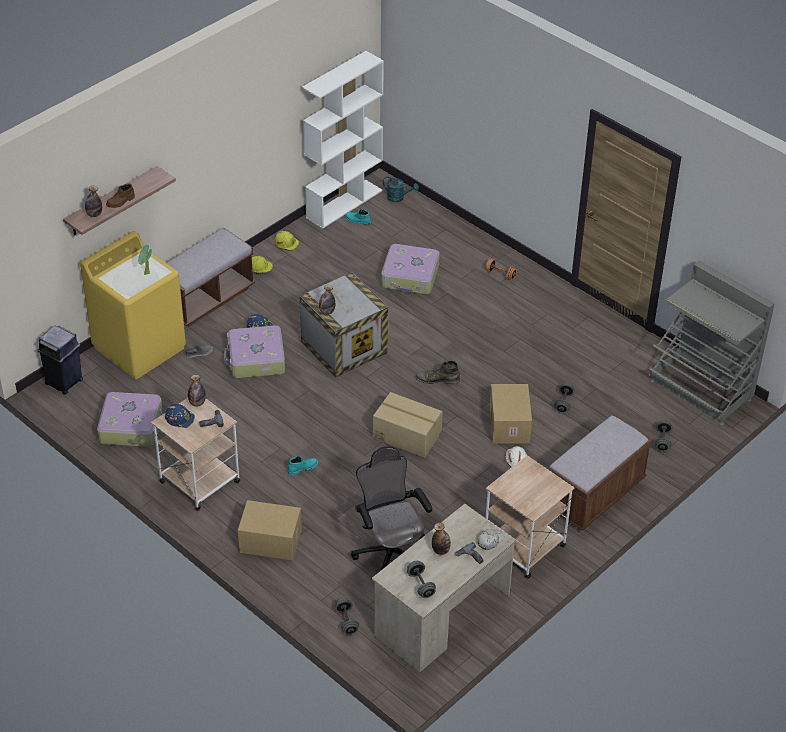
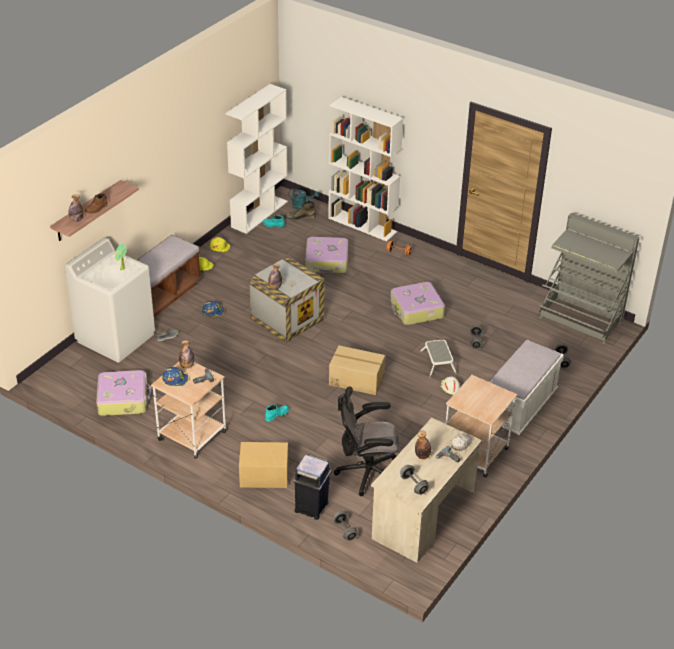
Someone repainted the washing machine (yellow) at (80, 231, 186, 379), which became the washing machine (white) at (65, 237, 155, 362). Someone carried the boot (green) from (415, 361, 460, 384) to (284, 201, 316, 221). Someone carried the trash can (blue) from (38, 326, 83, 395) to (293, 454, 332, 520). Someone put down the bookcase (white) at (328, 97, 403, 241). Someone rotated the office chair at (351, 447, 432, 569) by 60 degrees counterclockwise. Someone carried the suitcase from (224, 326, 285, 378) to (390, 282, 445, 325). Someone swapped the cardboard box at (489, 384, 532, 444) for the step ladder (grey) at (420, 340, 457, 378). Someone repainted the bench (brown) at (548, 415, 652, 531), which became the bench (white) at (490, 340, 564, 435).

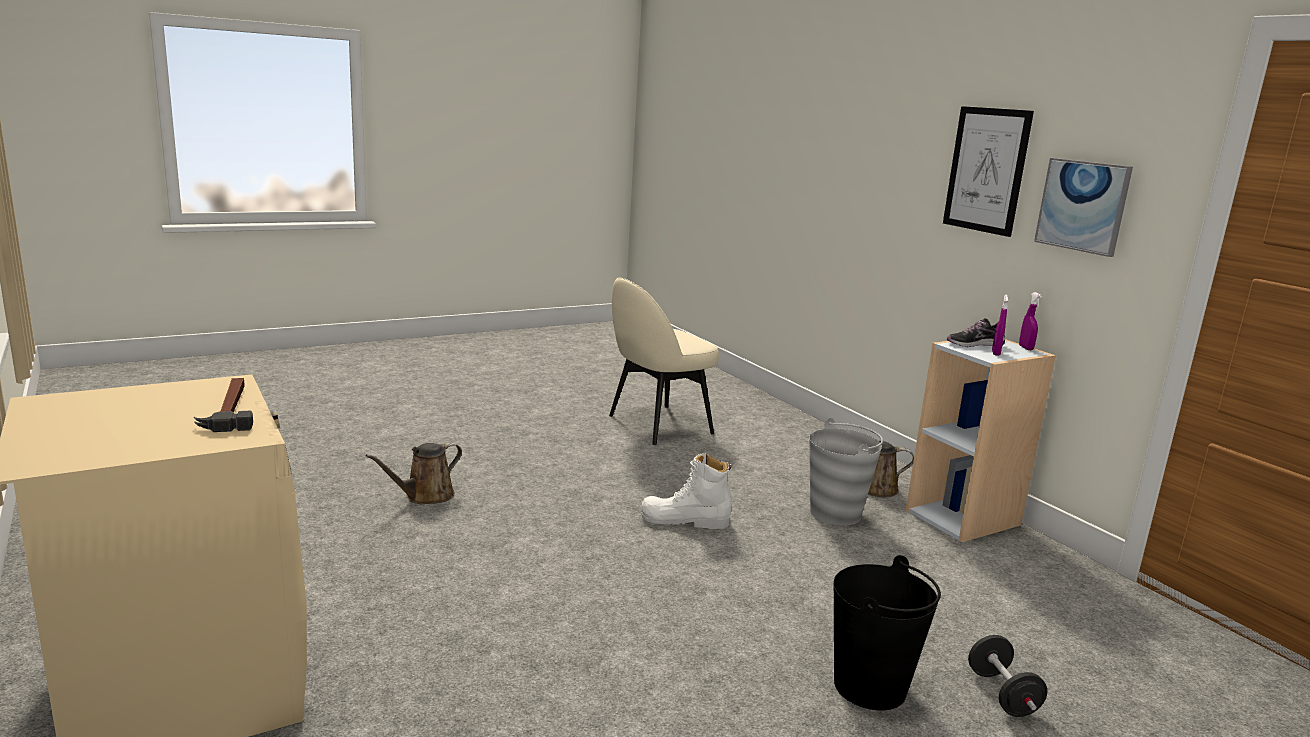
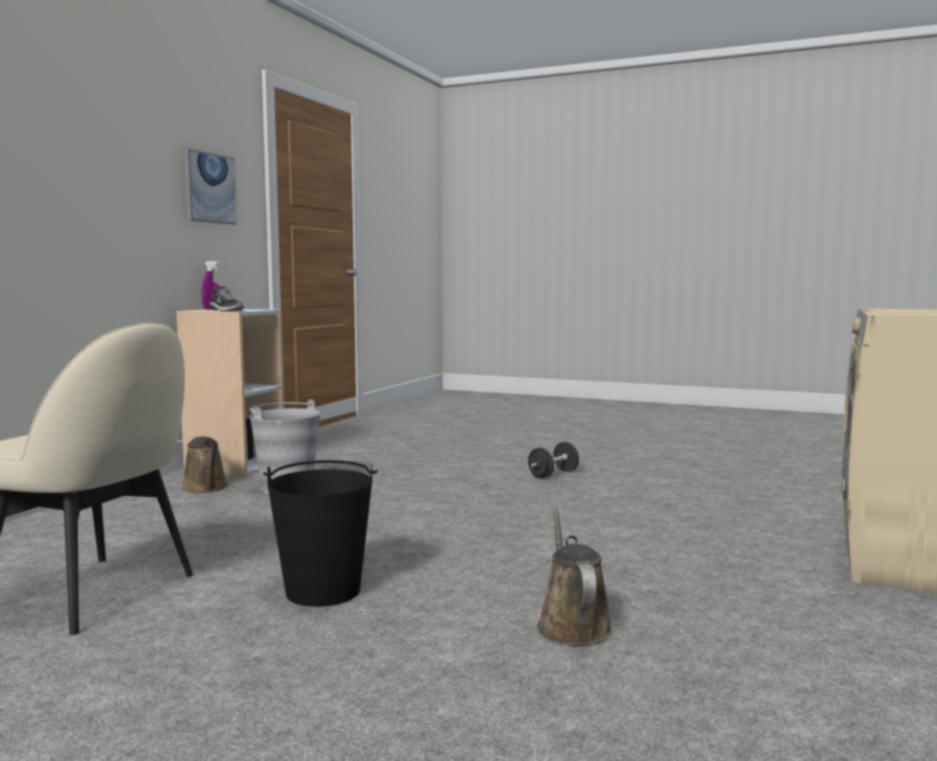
Someone carried the bucket (black) from (834, 555, 941, 711) to (263, 460, 378, 607). Someone carried the dumbbell (black) from (968, 635, 1047, 717) to (528, 442, 579, 479). Someone rotated the watering can (brown) at (366, 442, 462, 504) by 105 degrees counterclockwise. Someone took away the hammer at (194, 378, 253, 432). Someone took away the boot (white) at (641, 453, 732, 529). Someone took away the picture at (943, 106, 1034, 237). Someone took away the spray bottle (purple) at (992, 295, 1008, 356).

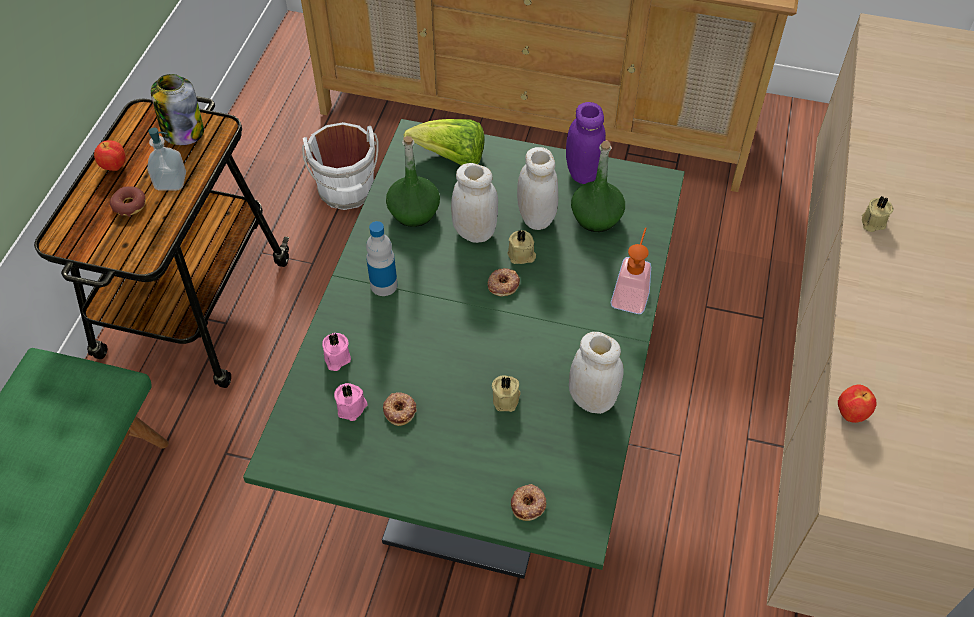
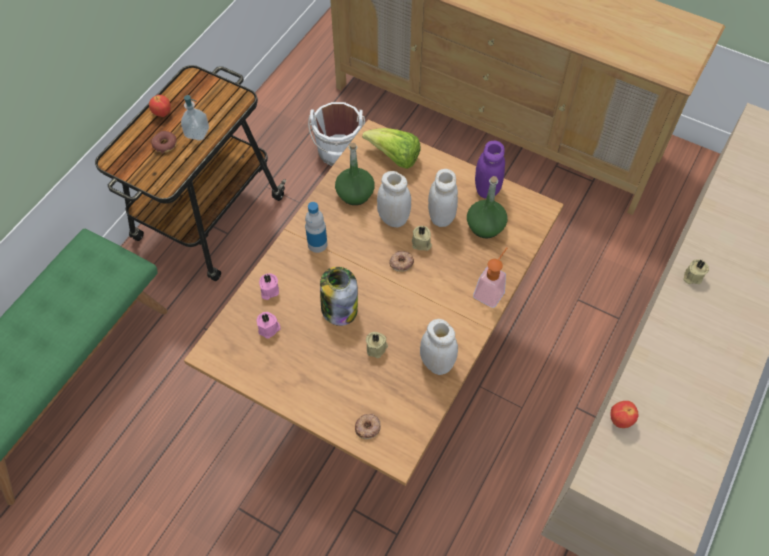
Someone repainted the dining table (green) at (243, 119, 685, 579), which became the dining table (brown) at (184, 120, 564, 486). Someone carried the jar from (151, 74, 204, 145) to (320, 267, 358, 326). Someone took away the donut at (383, 392, 417, 426).

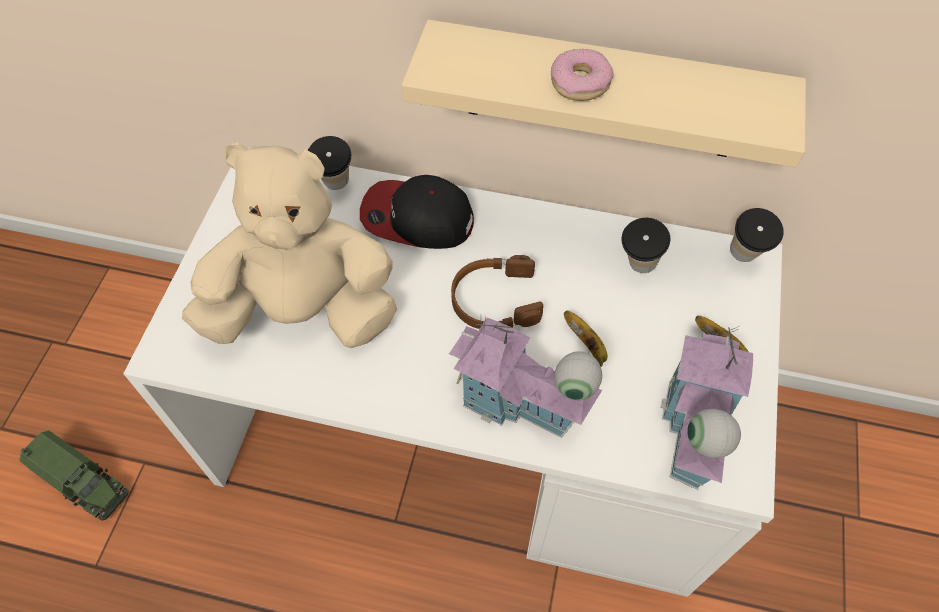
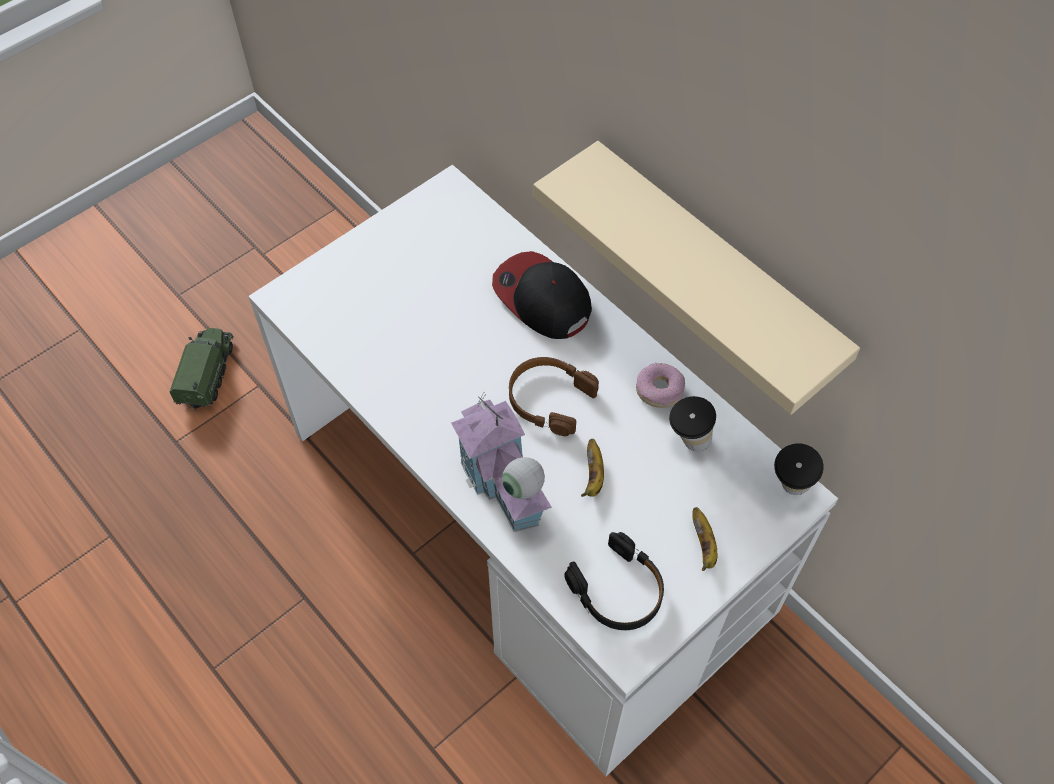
Someone rotated the toy truck at (19, 431, 129, 521) by 150 degrees counterclockwise. Someone swapped the toy house at (660, 326, 753, 490) for the headphones (black) at (564, 532, 664, 630). Someone carried the donut from (551, 49, 614, 101) to (636, 363, 685, 408). Someone took away the plush toy (beige) at (182, 142, 397, 348). Someone took away the cup at (308, 136, 351, 190).

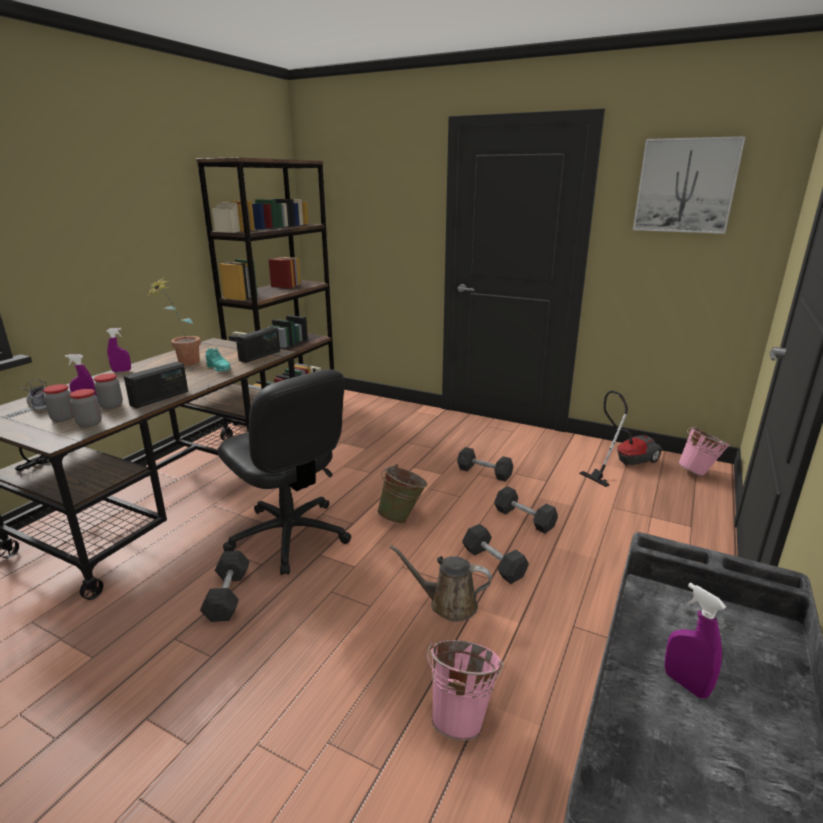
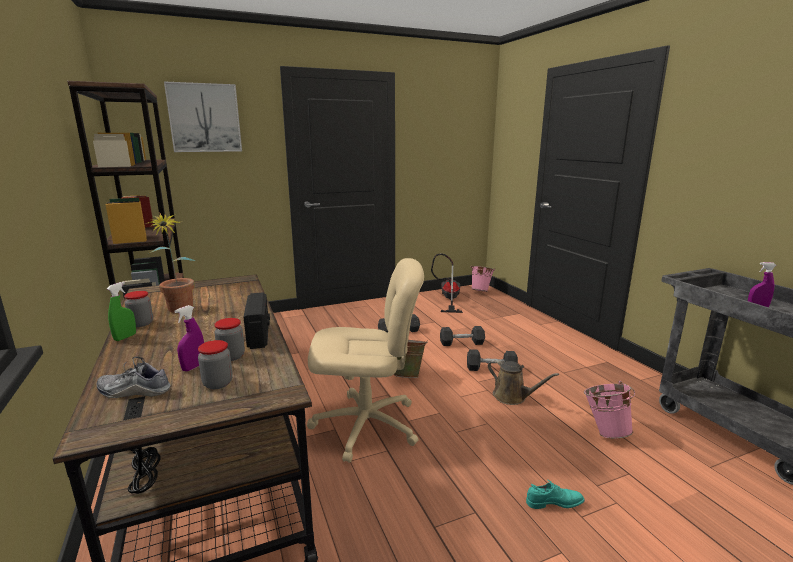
Someone repainted the spray bottle (purple) at (107, 328, 131, 372), which became the spray bottle (green) at (107, 282, 136, 341). Someone carried the jar from (70, 389, 102, 427) to (124, 291, 153, 327). Someone carried the picture from (633, 136, 746, 234) to (164, 82, 242, 152). Someone repainted the office chair (black) at (218, 369, 351, 575), which became the office chair (beige) at (307, 258, 424, 463). Someone rotated the watering can (brown) at (389, 545, 492, 622) by 105 degrees counterclockwise. Someone carried the shoe (turquoise) from (206, 347, 231, 371) to (526, 480, 585, 509). Someone took away the dumbbell (grey) at (200, 551, 250, 622). Someone took away the radio at (236, 327, 280, 363).

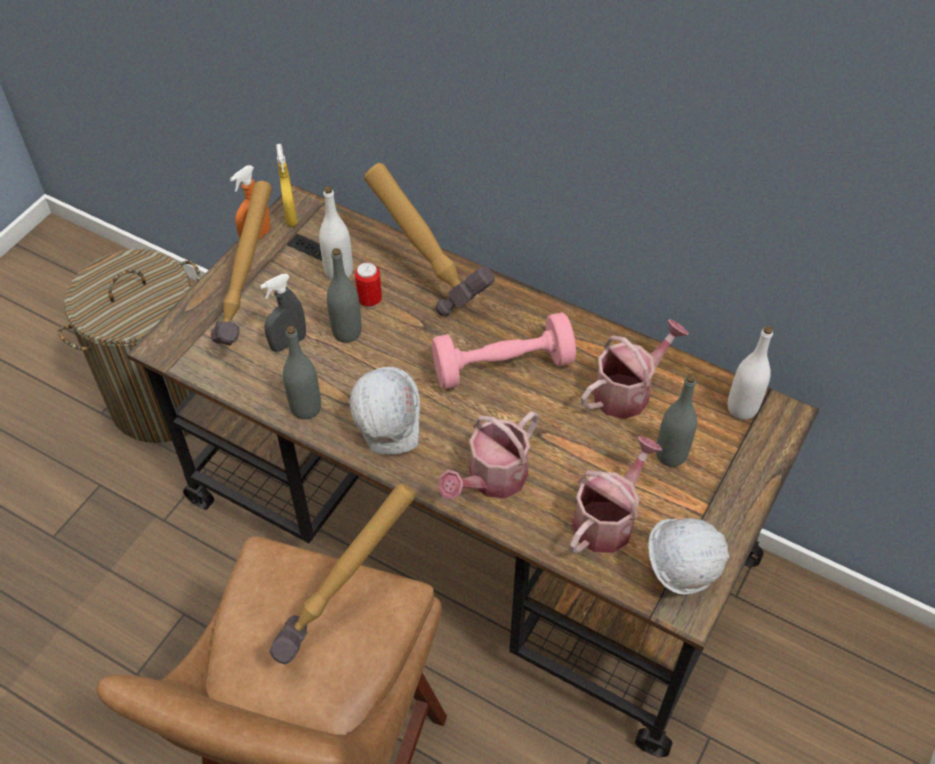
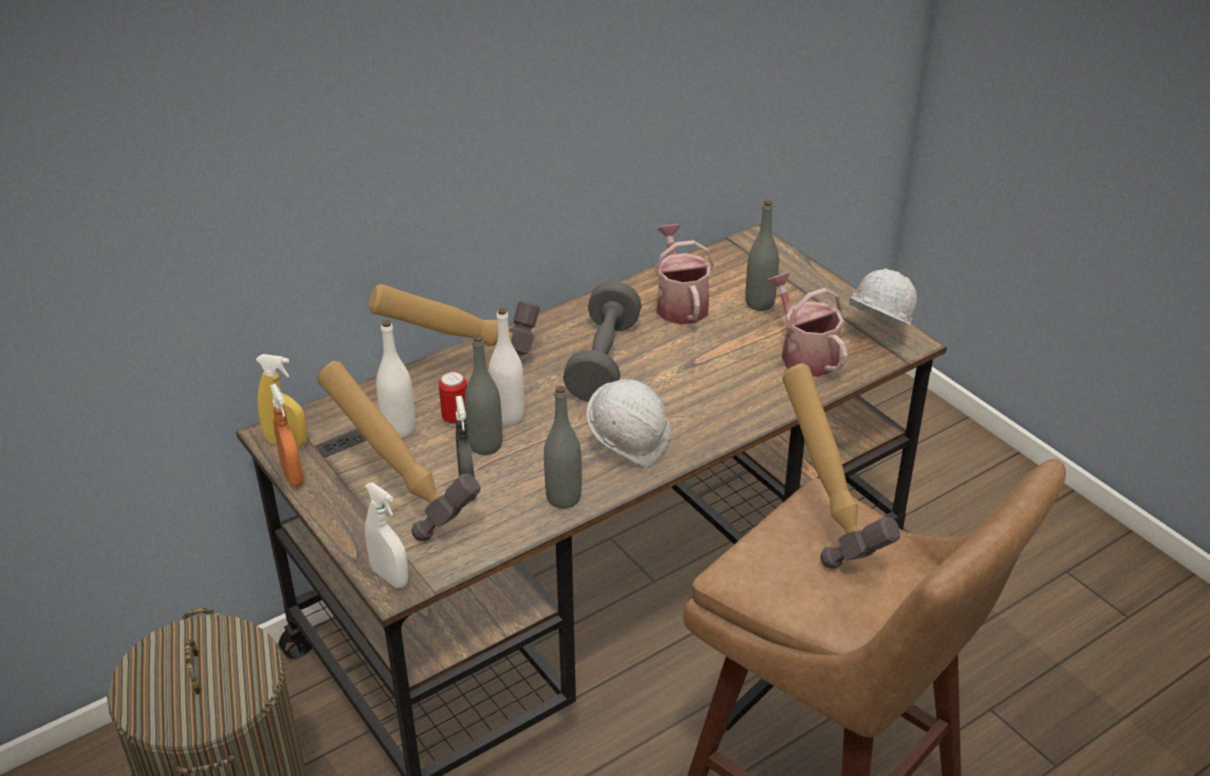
Someone put down the spray bottle (white) at (365, 482, 409, 588). Someone carried the bottle (white) from (728, 326, 773, 420) to (489, 308, 525, 426). Someone repainted the dumbbell (pink) at (432, 312, 576, 389), which became the dumbbell (grey) at (563, 281, 642, 402). Someone took away the watering can at (438, 411, 539, 500).

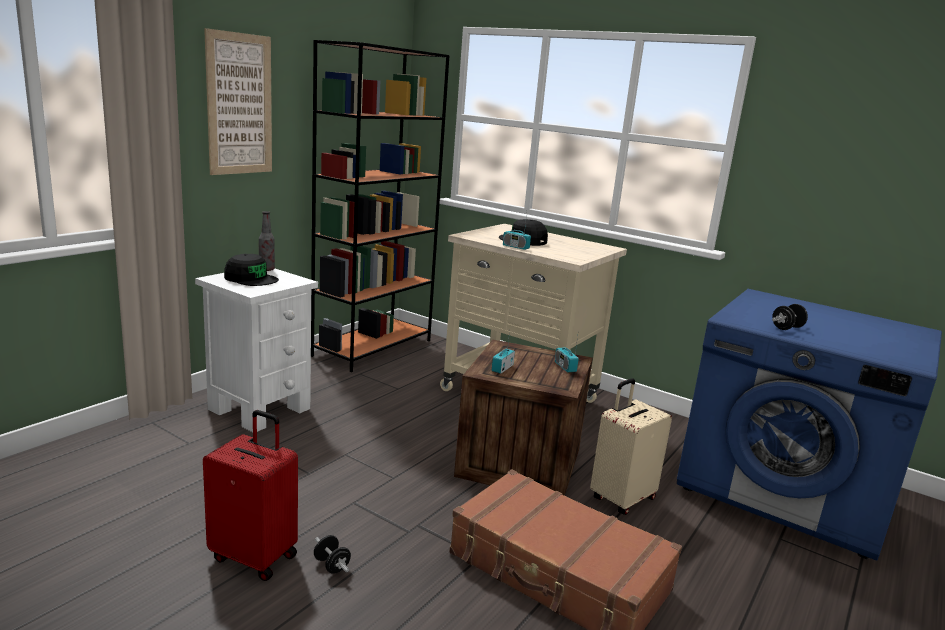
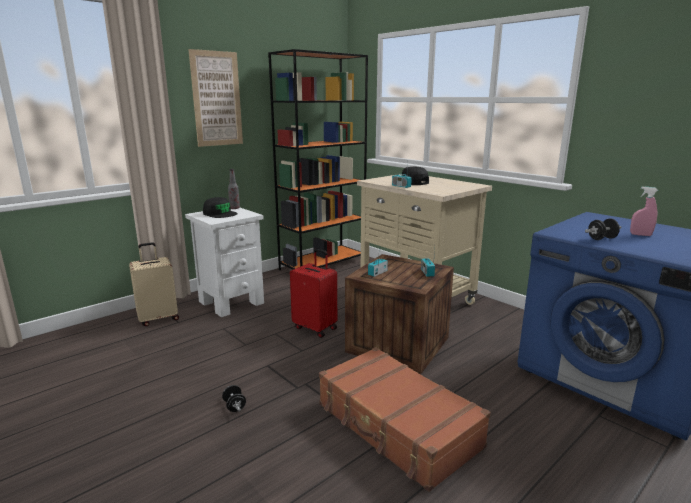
Someone carried the suitcase (beige) from (590, 378, 672, 515) to (129, 242, 179, 326). Someone carried the suitcase (red) from (203, 410, 298, 581) to (290, 249, 337, 338). Someone put down the spray bottle (pink) at (630, 187, 658, 236).

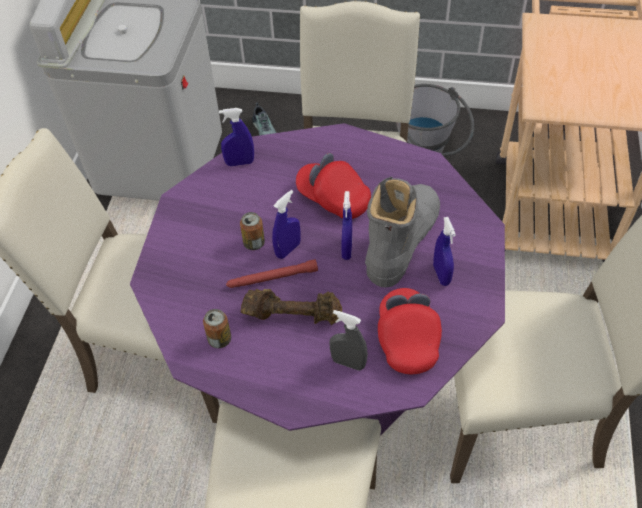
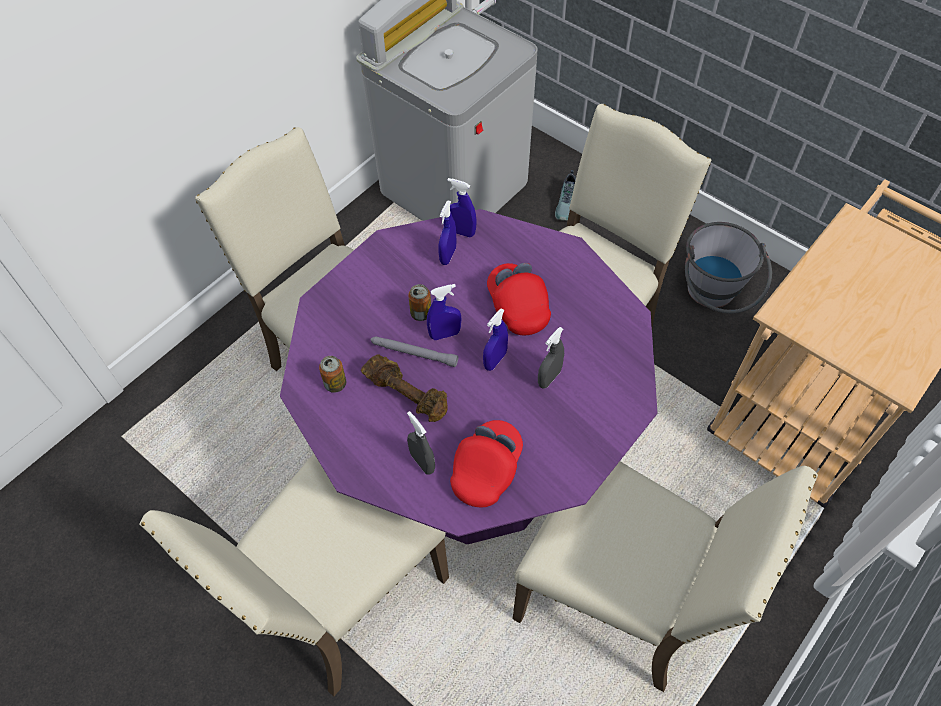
Someone repainted the flashlight (red) at (226, 259, 318, 288), which became the flashlight (grey) at (371, 337, 458, 367). Someone carried the spray bottle (blue) from (433, 217, 456, 286) to (438, 200, 457, 265). Someone swapped the boot (grey) at (365, 177, 440, 288) for the spray bottle (grey) at (538, 327, 564, 389).

